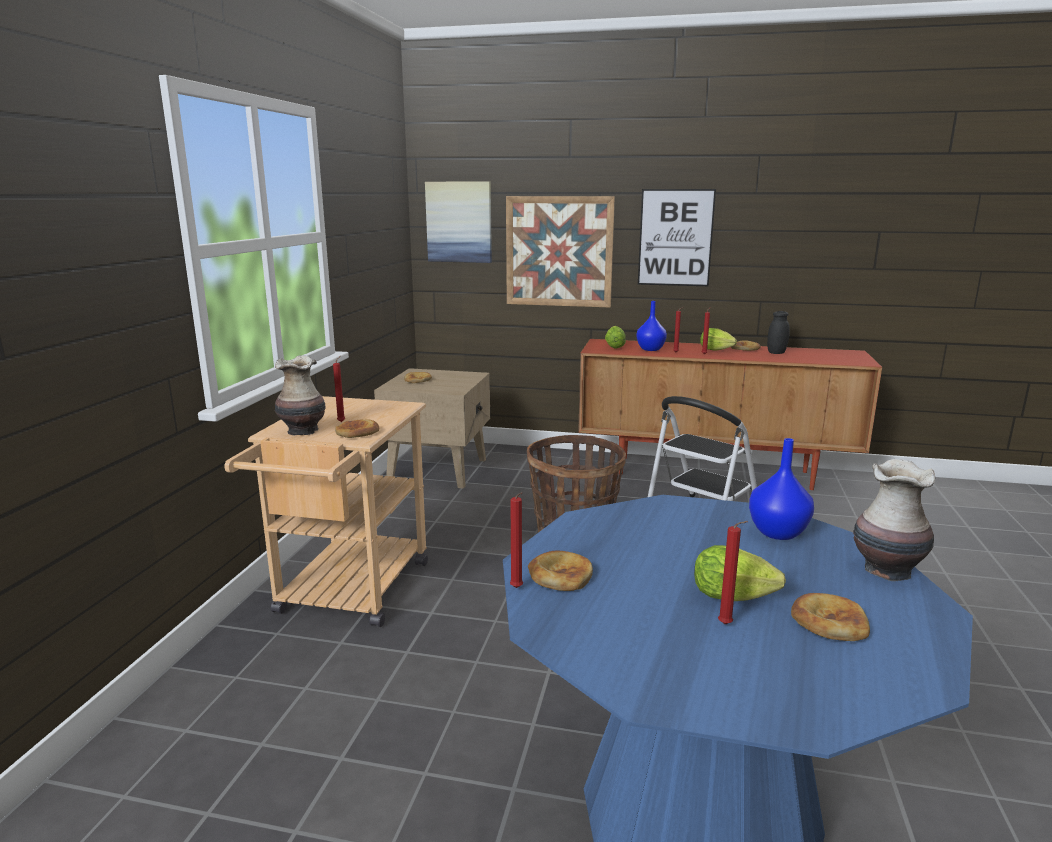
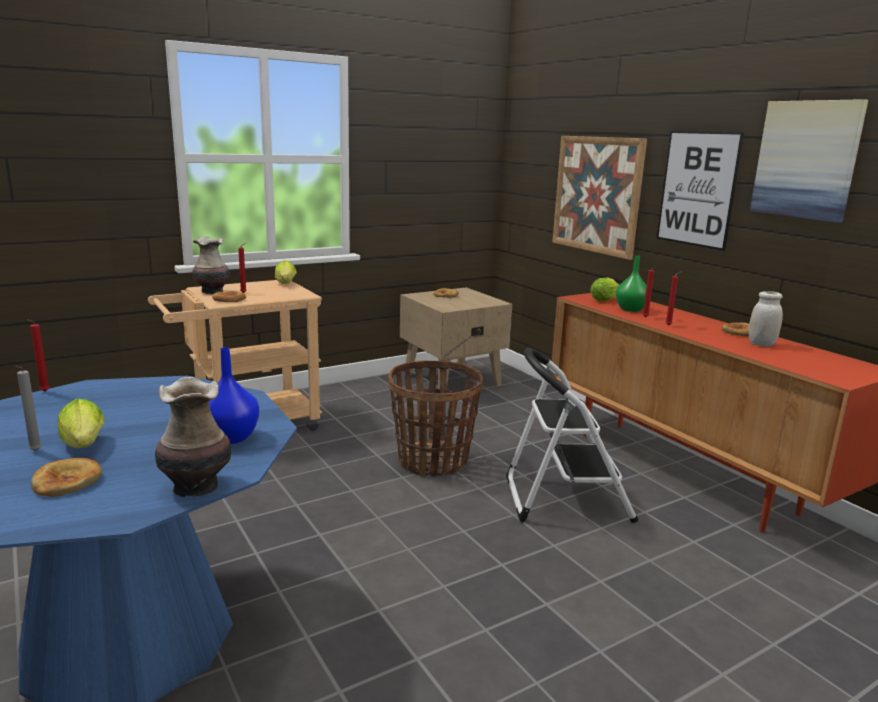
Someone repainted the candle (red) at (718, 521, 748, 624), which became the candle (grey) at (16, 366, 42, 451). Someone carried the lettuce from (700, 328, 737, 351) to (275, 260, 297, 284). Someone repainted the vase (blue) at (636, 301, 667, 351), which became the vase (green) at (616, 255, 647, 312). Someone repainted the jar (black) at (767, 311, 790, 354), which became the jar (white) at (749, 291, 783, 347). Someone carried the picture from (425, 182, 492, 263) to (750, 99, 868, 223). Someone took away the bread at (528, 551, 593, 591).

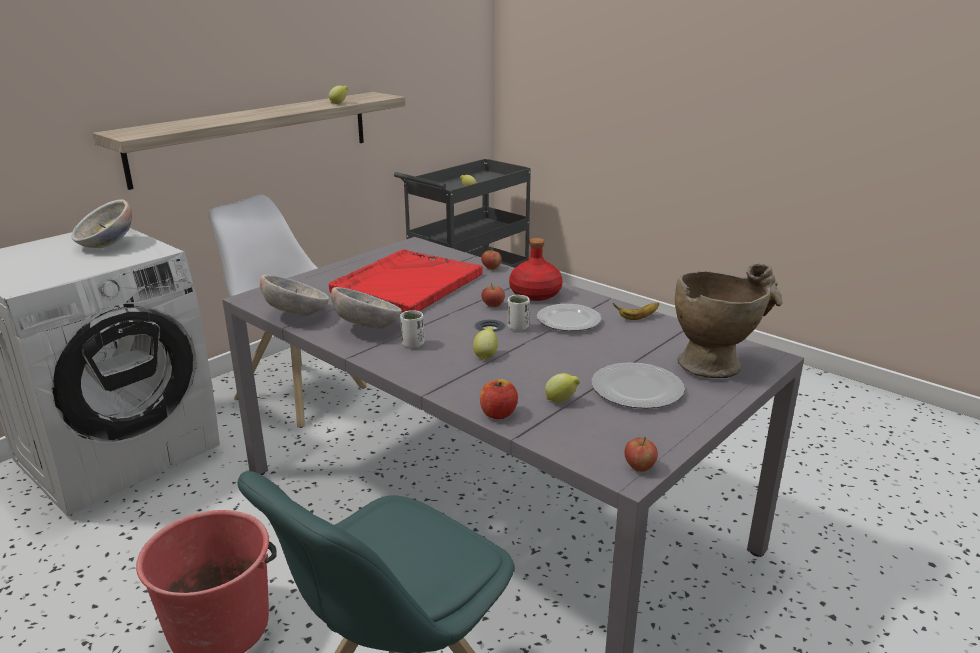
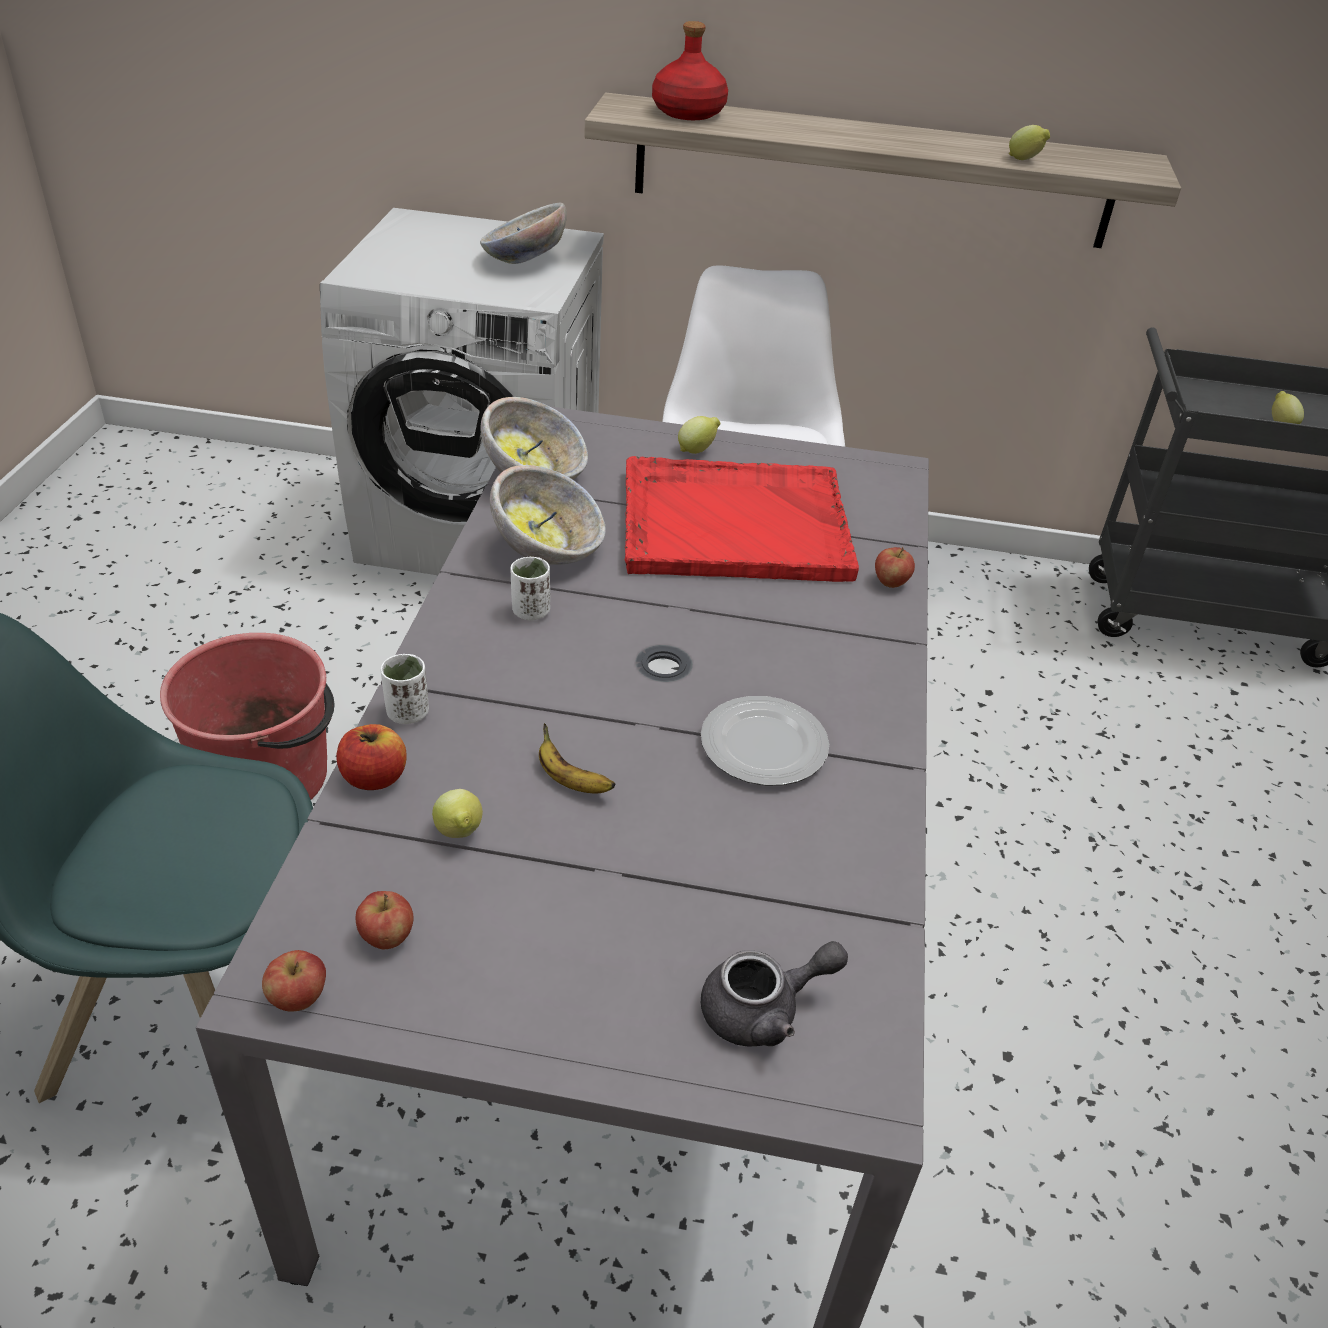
Someone carried the apple from (481, 284, 505, 307) to (356, 891, 414, 949). Someone carried the cup (white) from (507, 295, 530, 331) to (381, 654, 429, 724). Someone carried the banana from (613, 302, 659, 320) to (539, 723, 616, 793). Someone carried the bottle (red) from (509, 238, 563, 301) to (652, 21, 728, 120). Someone carried the lemon from (473, 327, 498, 360) to (678, 416, 720, 454). Someone swapped the vase (beige) at (675, 264, 783, 378) for the teapot (grey) at (701, 941, 848, 1047). Someone took away the plate at (592, 362, 685, 409).

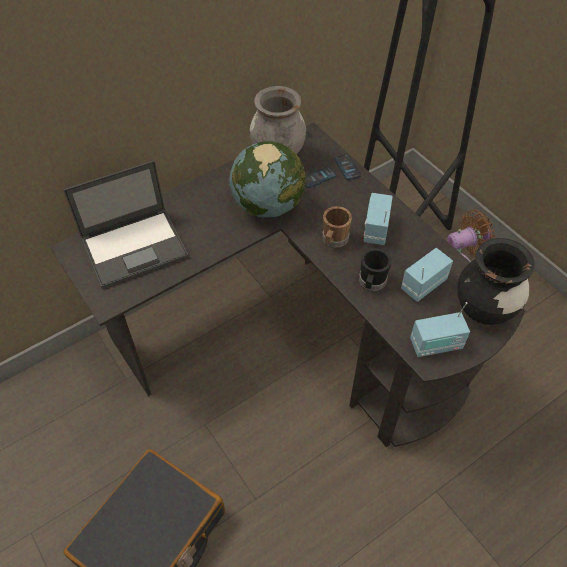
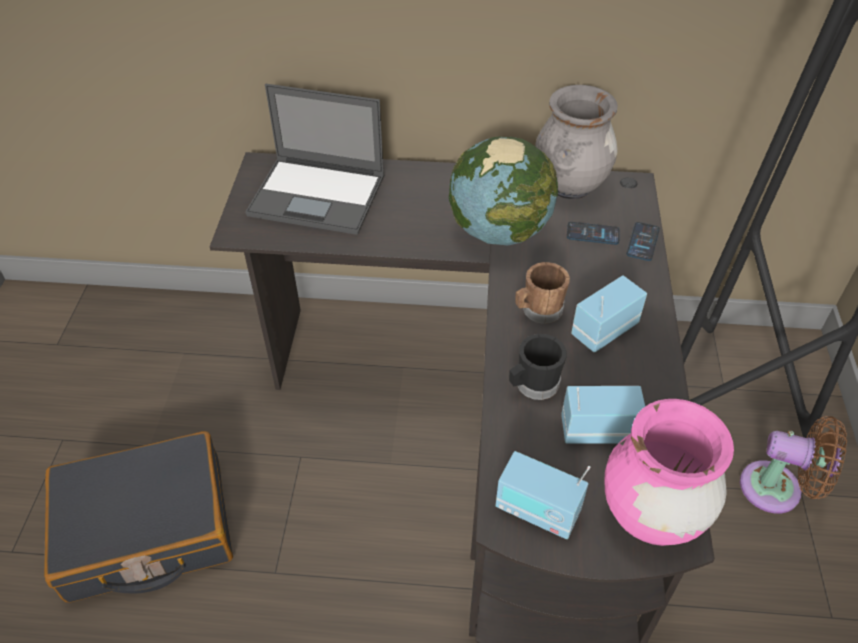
Someone repainted the vase (black) at (457, 238, 535, 325), which became the vase (pink) at (605, 399, 734, 546).

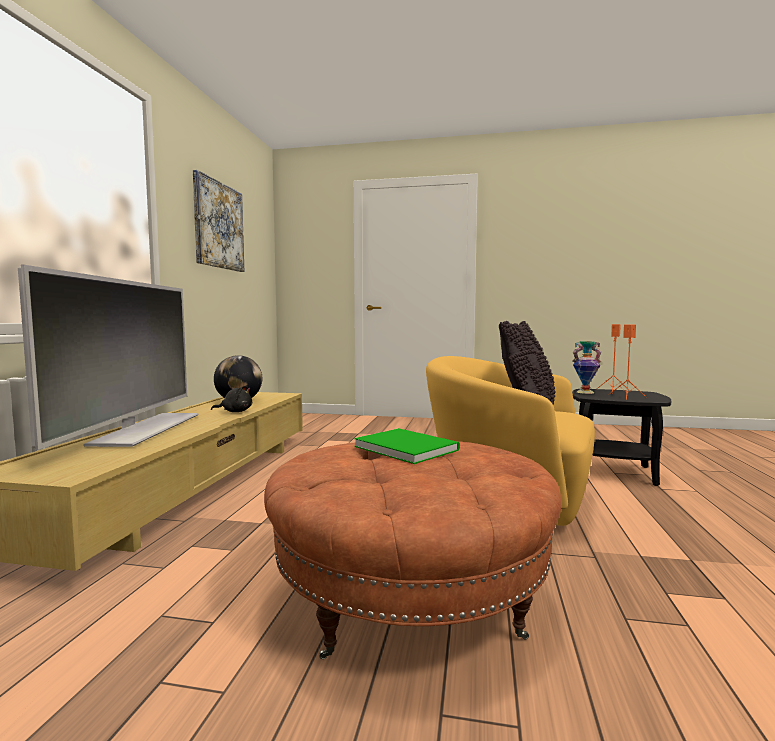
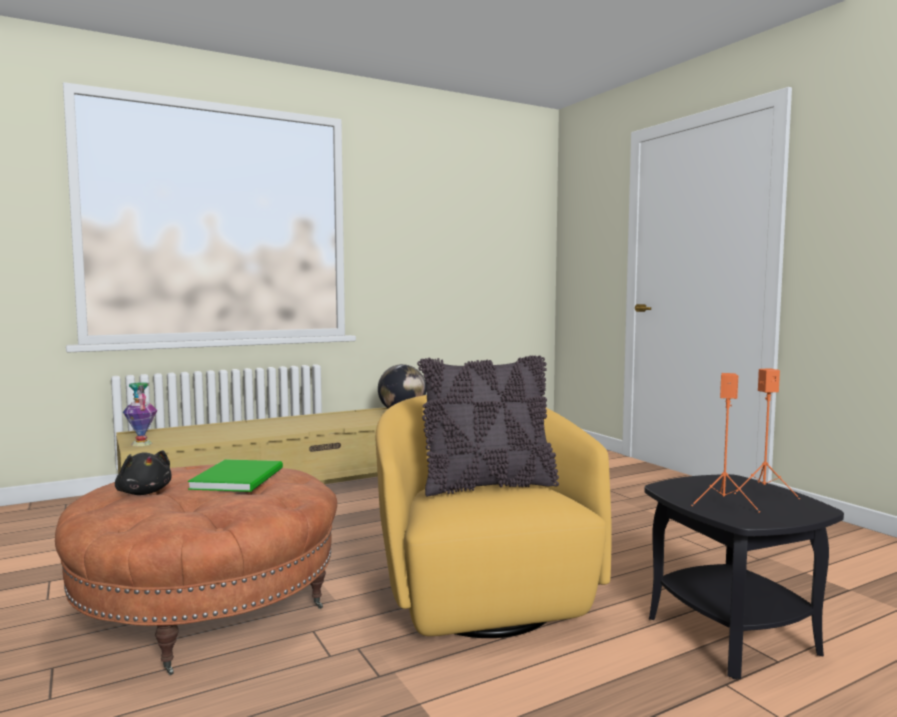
Someone carried the plush toy (black) from (211, 385, 252, 412) to (115, 450, 172, 495). Someone carried the vase from (572, 341, 602, 394) to (123, 382, 157, 446). Someone took away the television at (18, 265, 199, 450). Someone took away the picture at (193, 170, 244, 272).

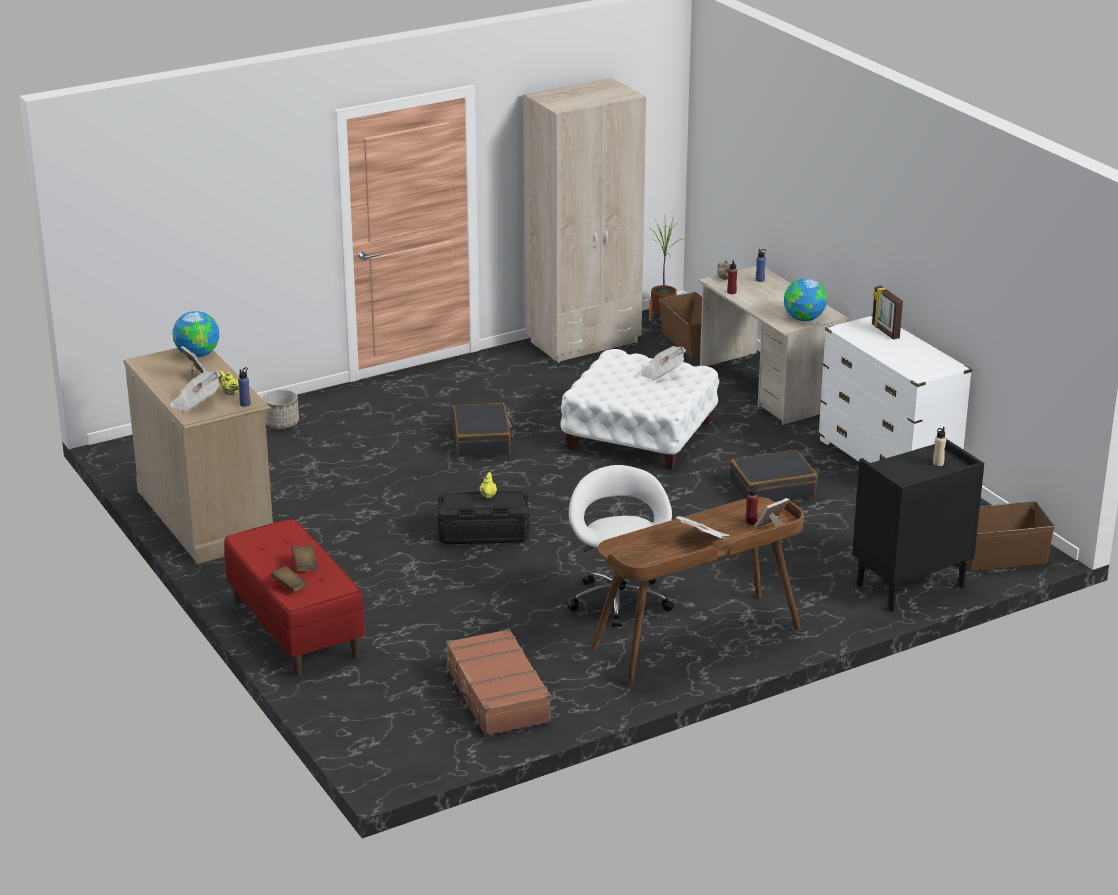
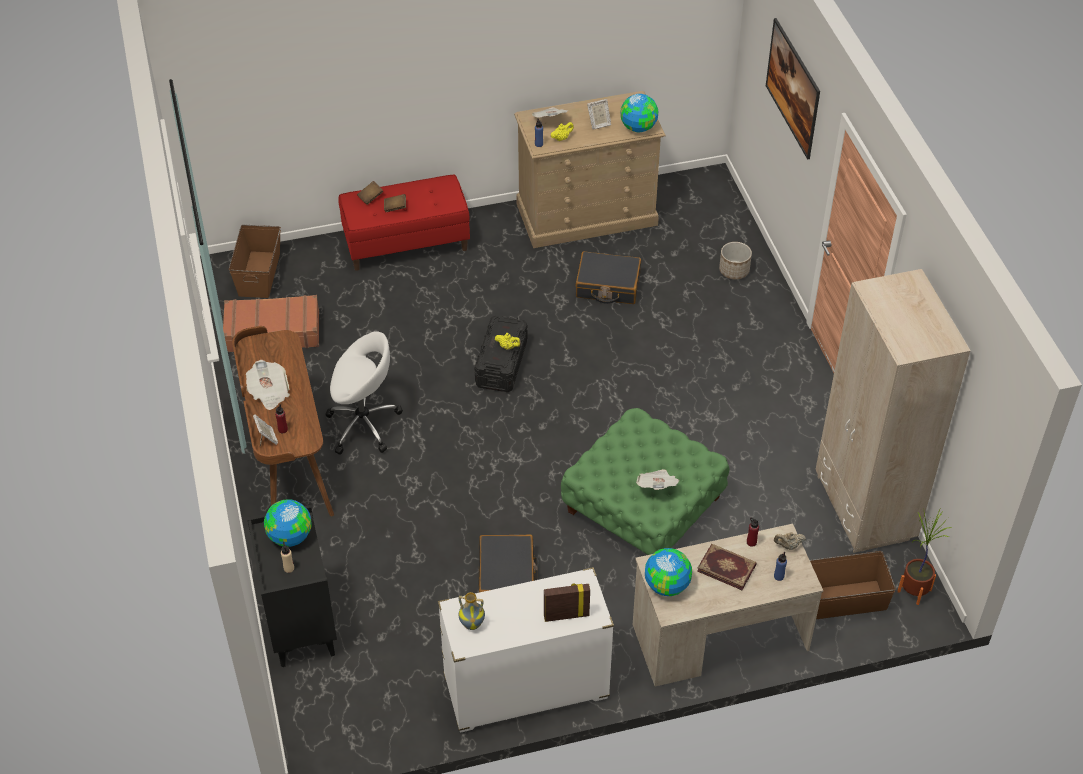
Someone carried the storage box (brown) from (967, 501, 1055, 571) to (229, 225, 281, 298). Someone put down the globe at (264, 499, 312, 547). Someone put down the vase at (458, 592, 485, 630). Someone repainted the ottoman (white) at (560, 349, 719, 470), which became the ottoman (green) at (561, 408, 729, 555). Someone carried the suitcase (black) from (452, 403, 512, 457) to (576, 251, 641, 304). Someone put down the book at (697, 544, 757, 590). Someone put up the picture at (766, 18, 820, 160).

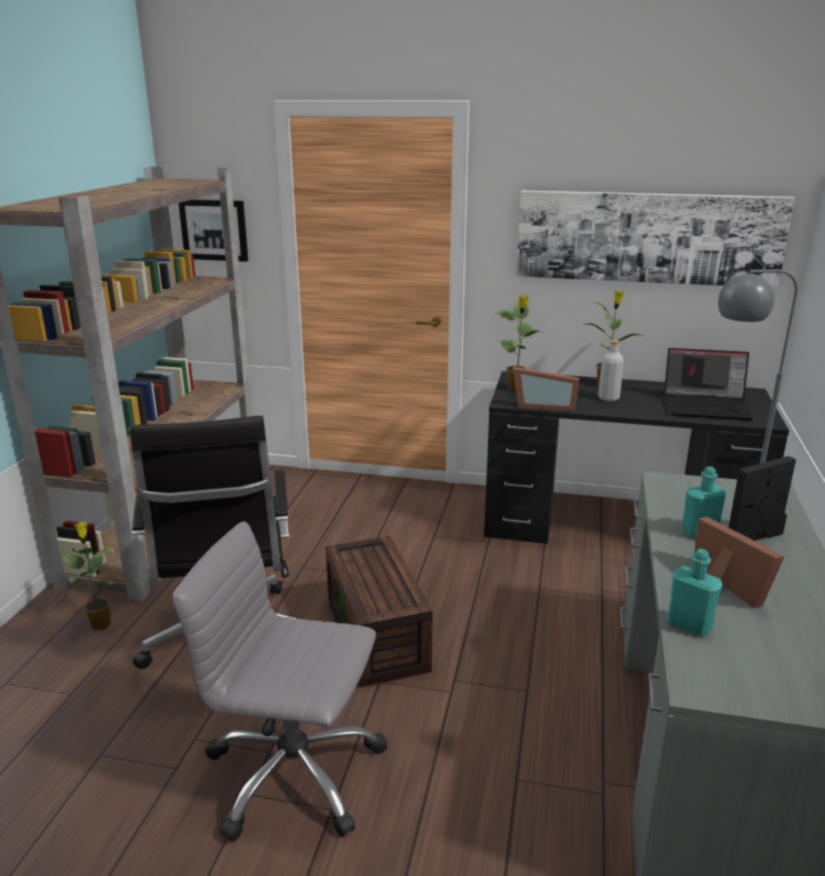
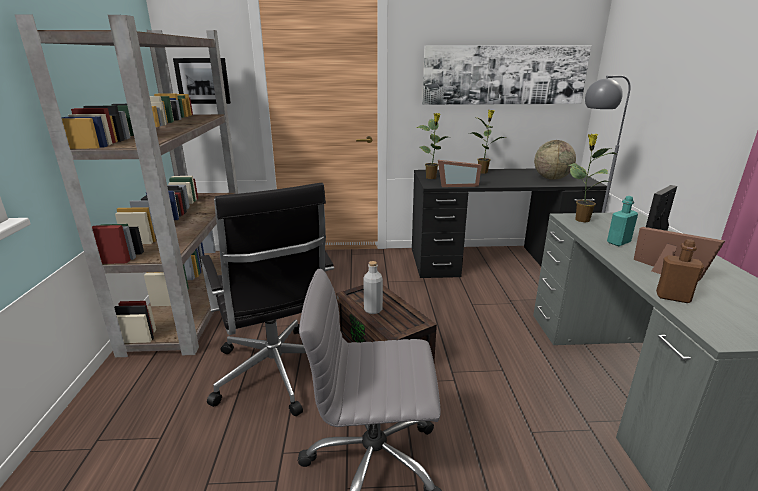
Someone carried the bottle (grey) from (598, 340, 624, 402) to (363, 261, 383, 314). Someone swapped the laptop at (664, 348, 754, 420) for the globe at (534, 140, 576, 180). Someone carried the potted plant from (63, 522, 116, 630) to (569, 134, 618, 222). Someone repainted the bottle (turquoise) at (667, 548, 722, 637), which became the bottle (brown) at (656, 239, 705, 303).

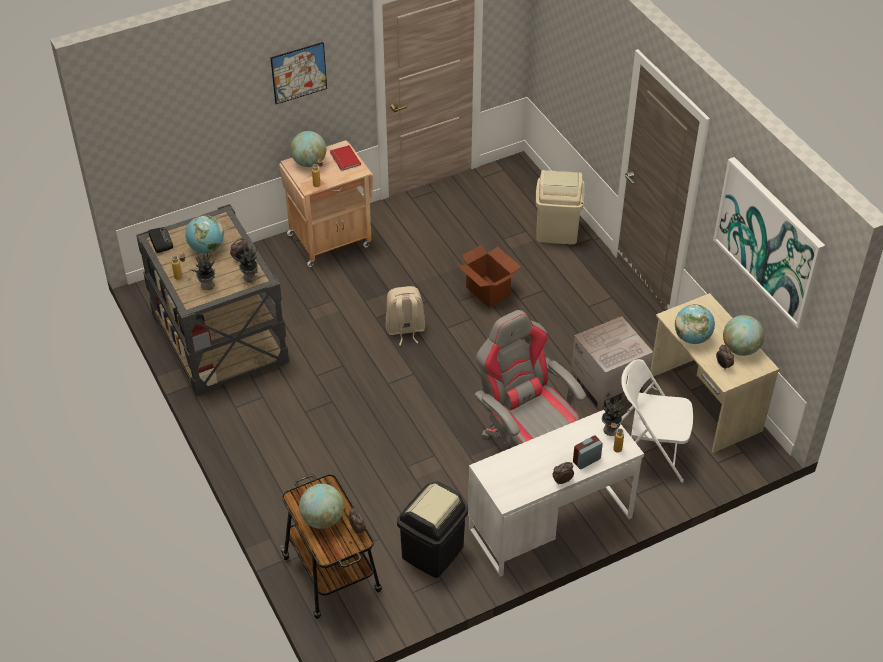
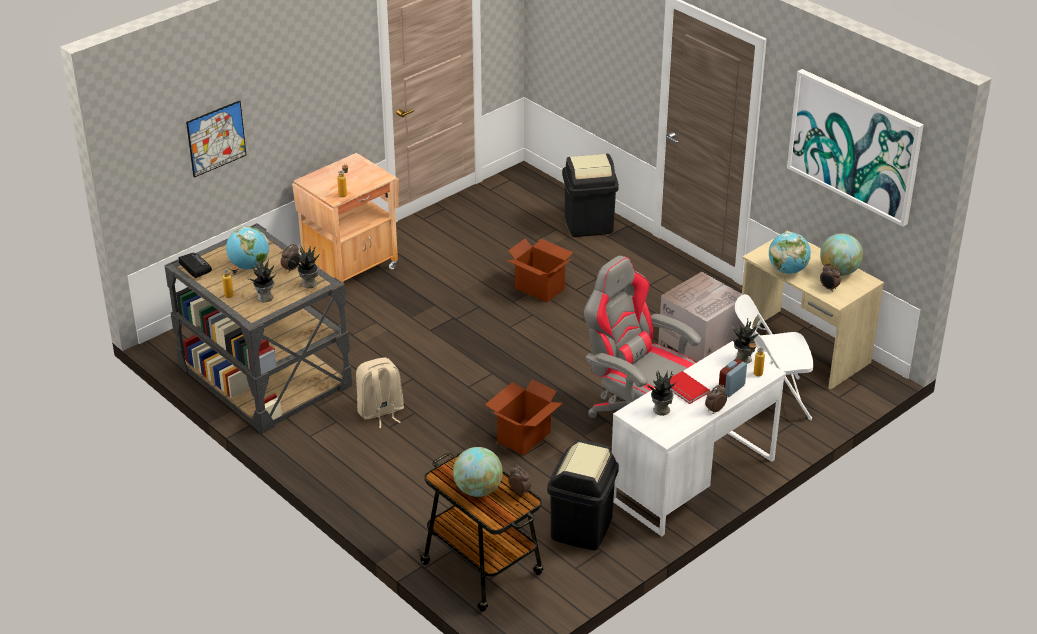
Someone carried the picture from (270, 42, 327, 104) to (186, 100, 246, 178). Someone carried the backpack (beige) from (385, 286, 425, 345) to (356, 358, 404, 428). Someone put down the cardboard box at (485, 379, 563, 456). Someone repainted the trash can (beige) at (536, 170, 585, 244), which became the trash can (black) at (562, 154, 619, 237). Someone put down the potted plant at (643, 371, 676, 416). Someone carried the book (red) from (330, 145, 361, 171) to (670, 371, 710, 404). Someone took away the globe at (290, 131, 326, 167).

